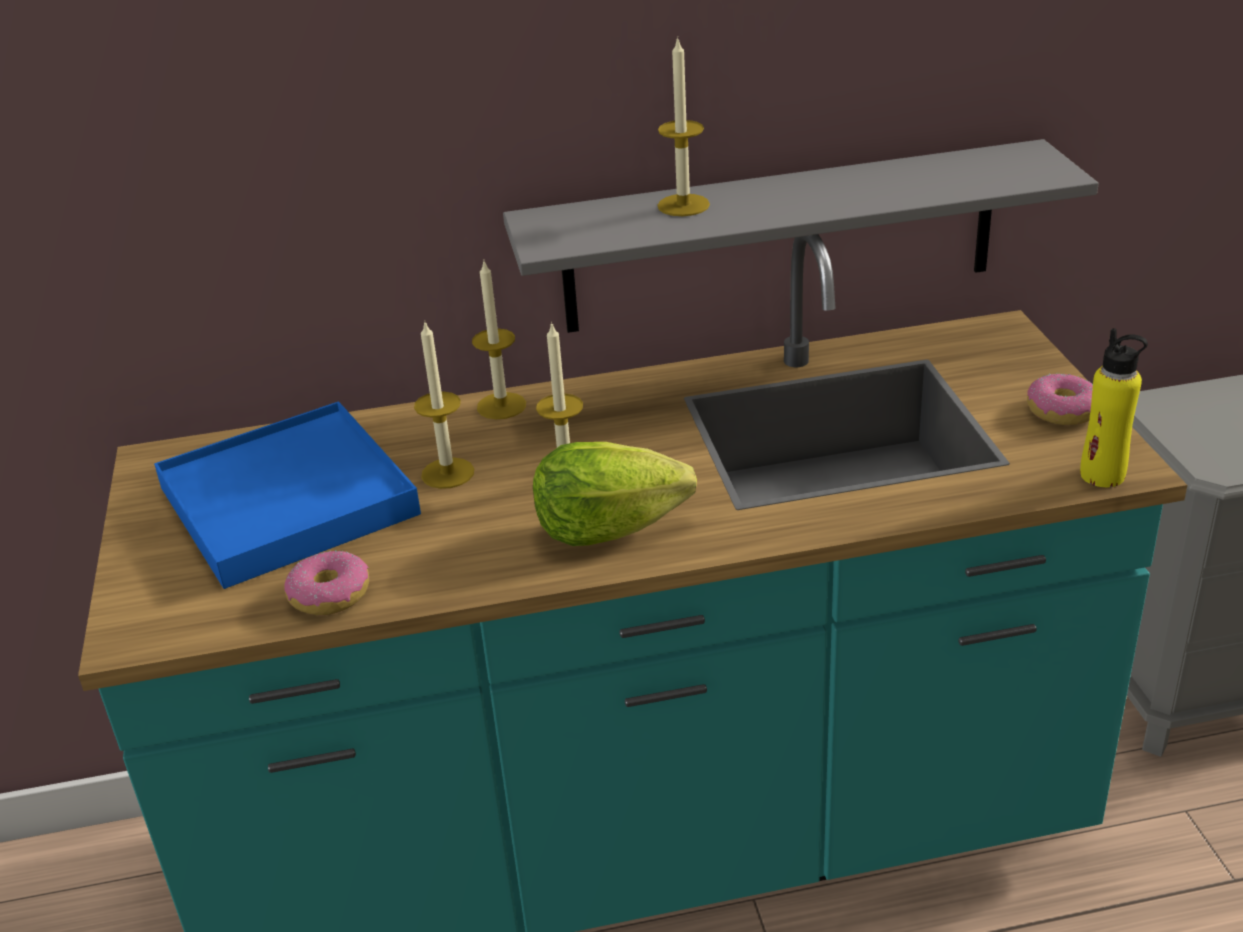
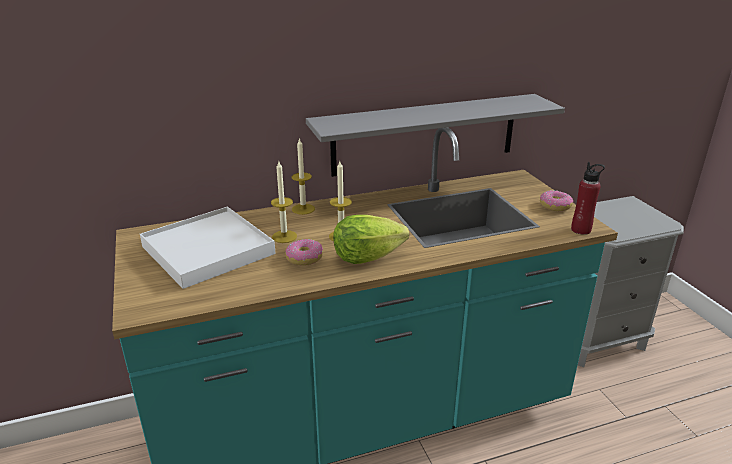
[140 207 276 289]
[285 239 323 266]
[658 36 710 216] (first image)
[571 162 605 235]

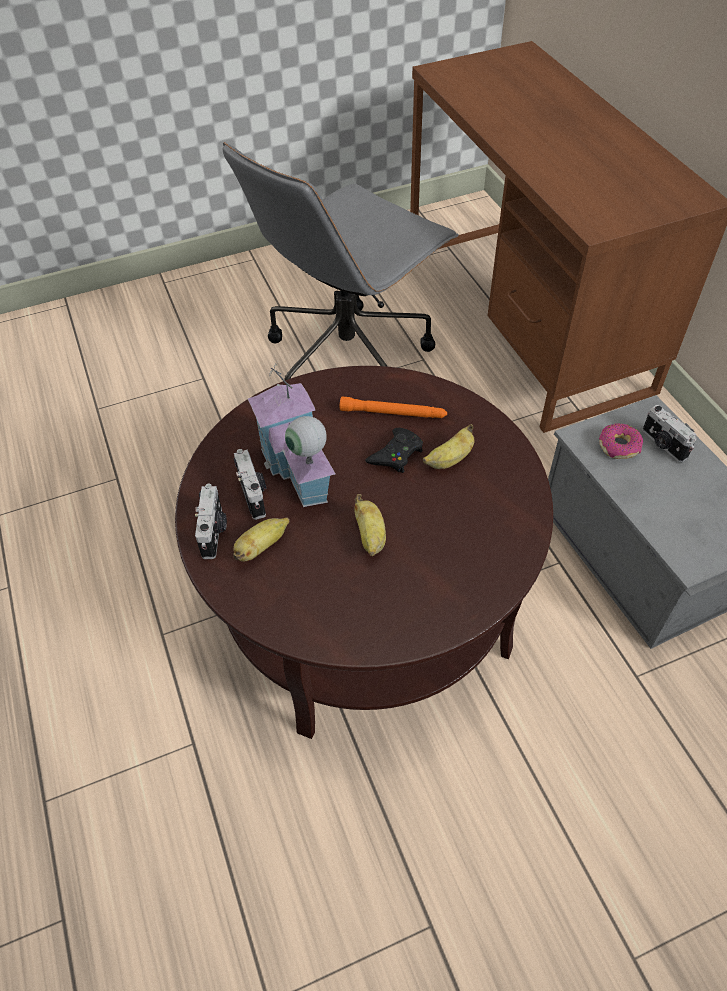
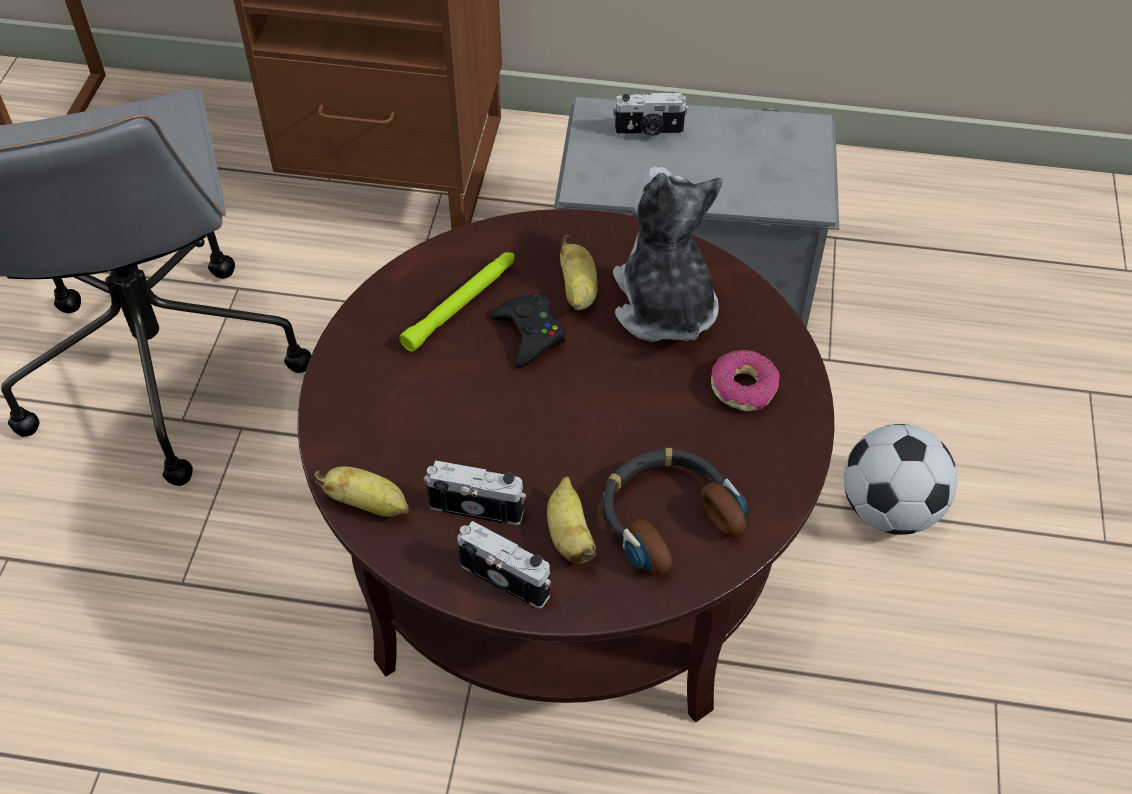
[248 362 335 507] (first image)
[399 252 514 351]
[314 466 408 517]
[711 350 780 411]
[602 448 748 575]
[613 166 723 342]
[843 424 957 535]

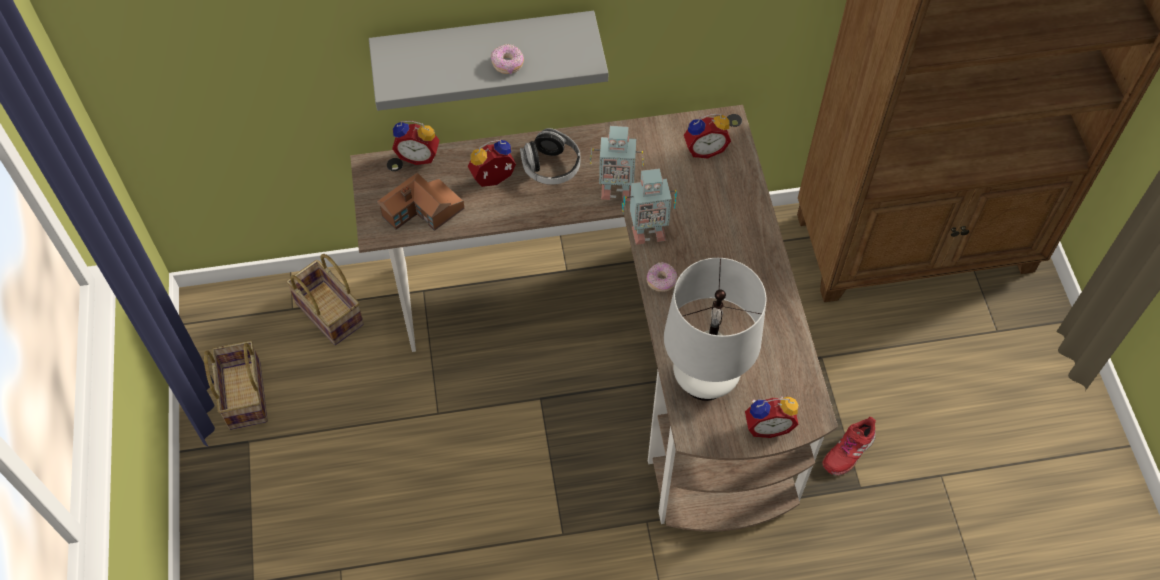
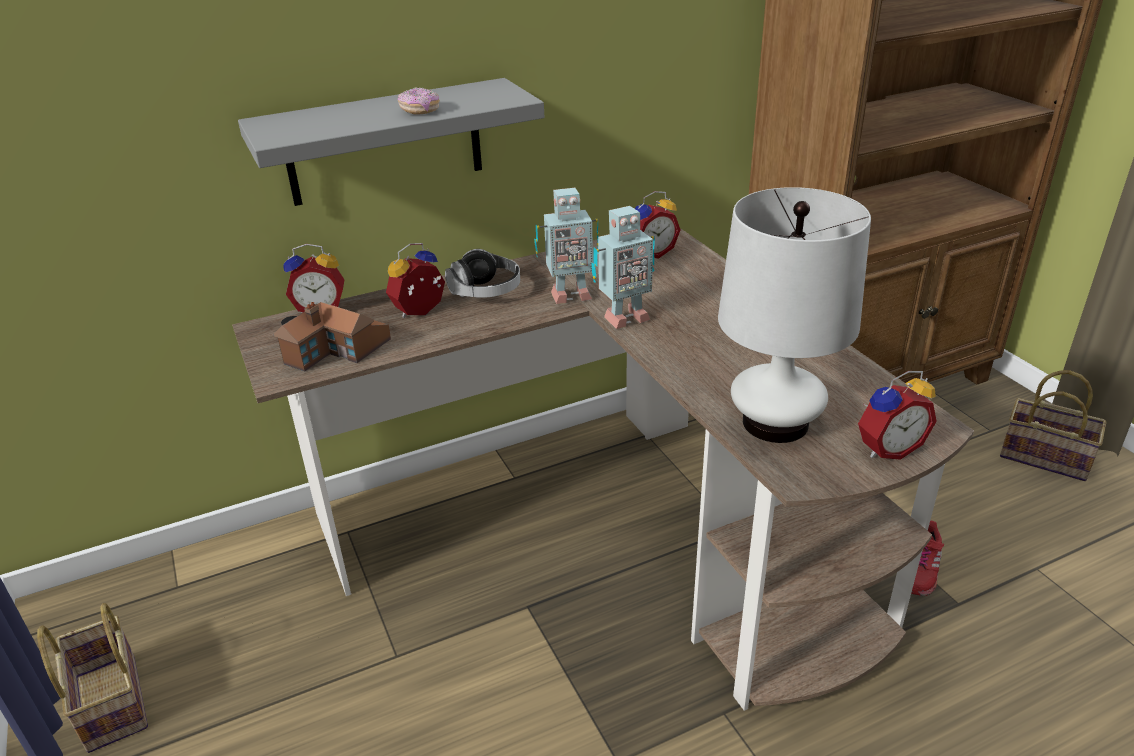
[1000 370 1107 481]
[647 262 677 292] (first image)

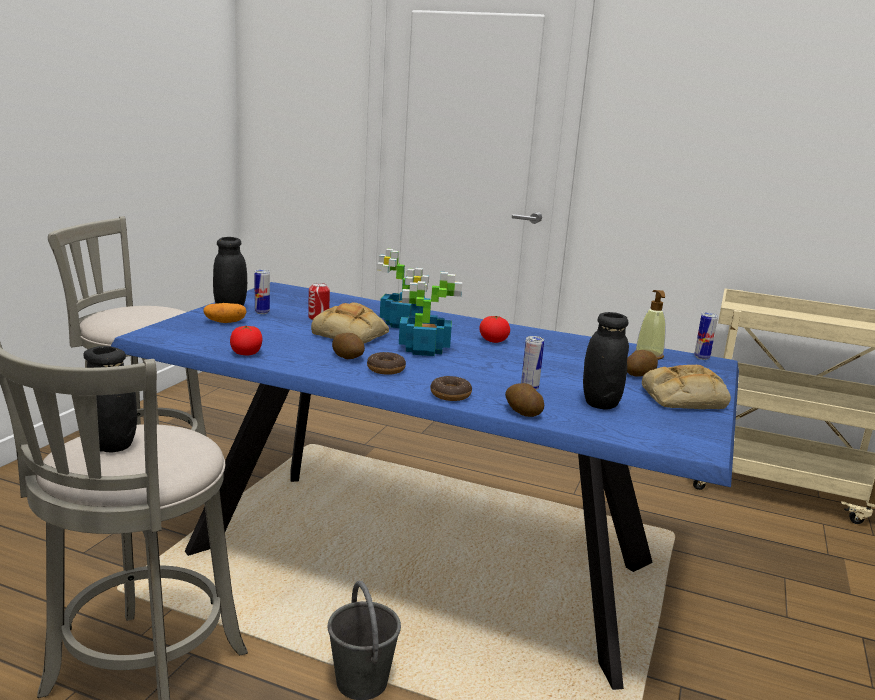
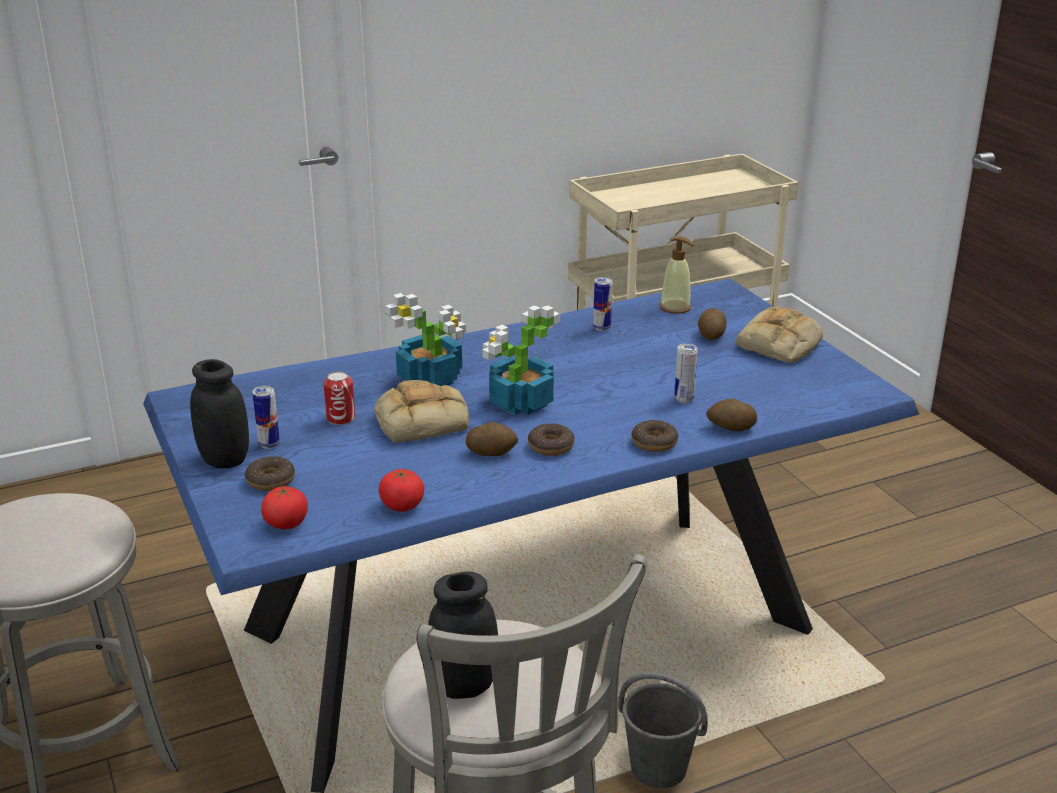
[245 456 295 491]
[261 485 308 529]
[583 312 629 410] (first image)
[593 277 612 331]

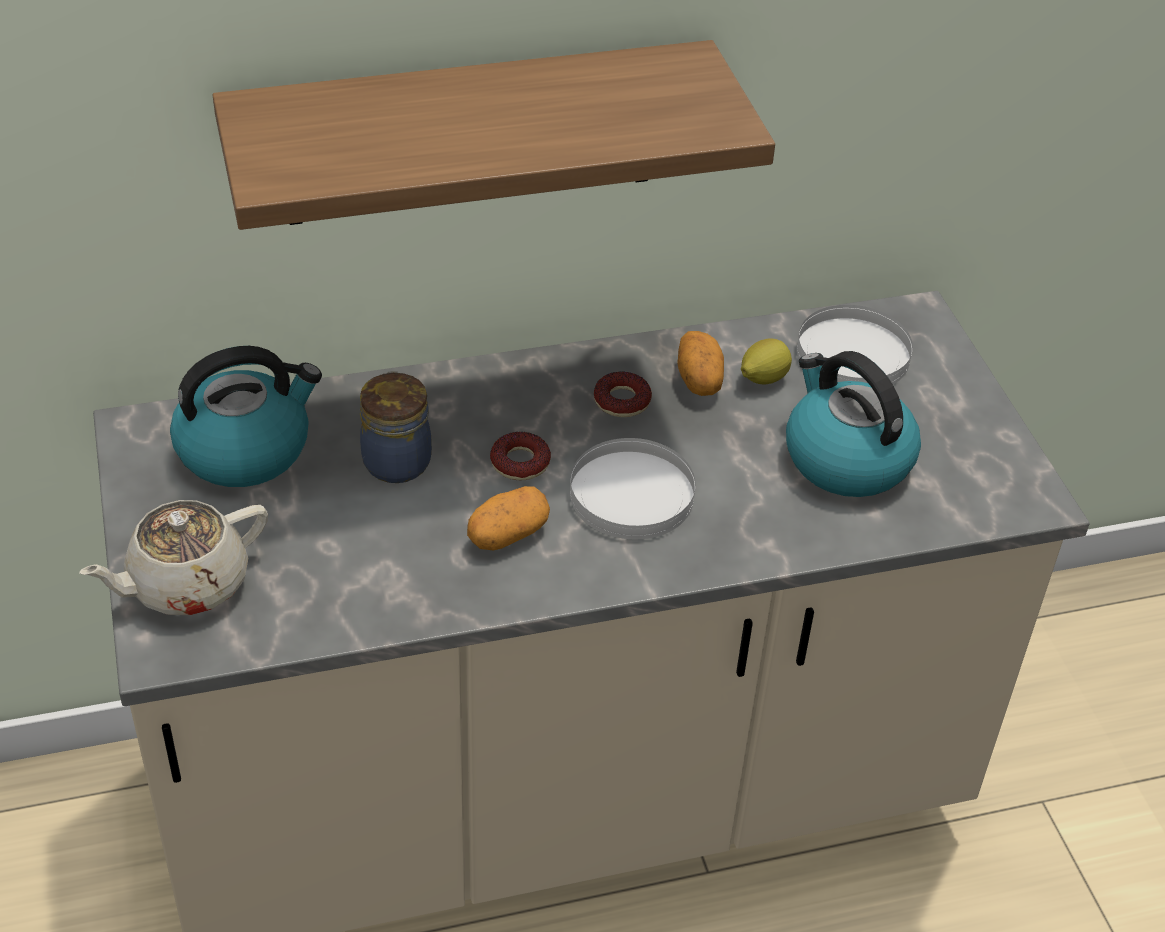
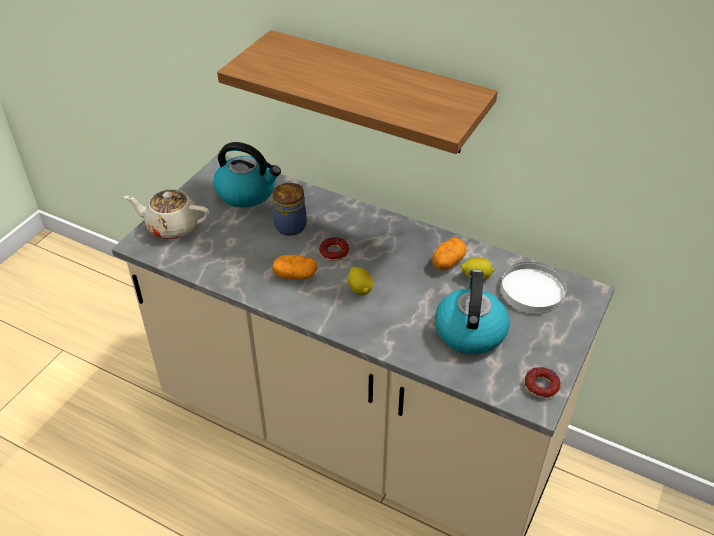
[348 267 373 295]
[525 367 561 398]

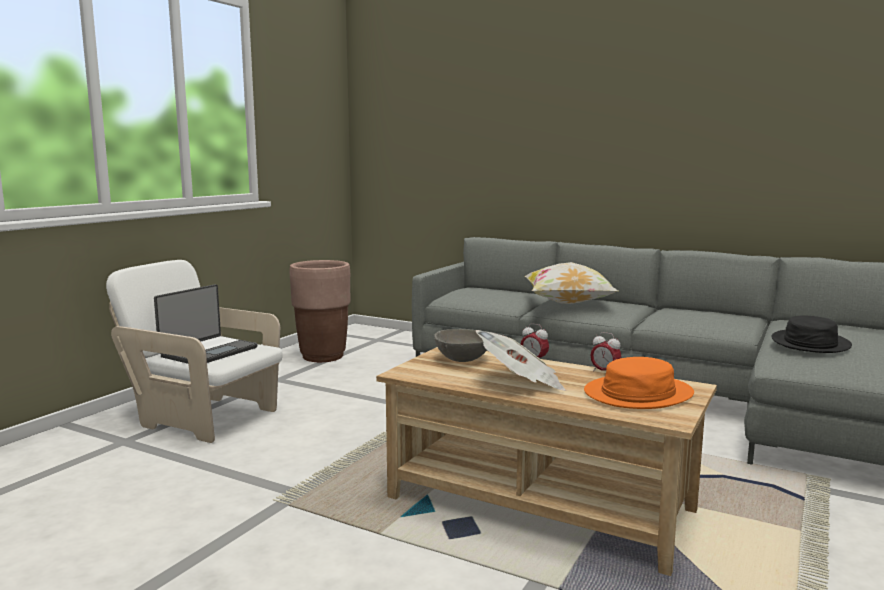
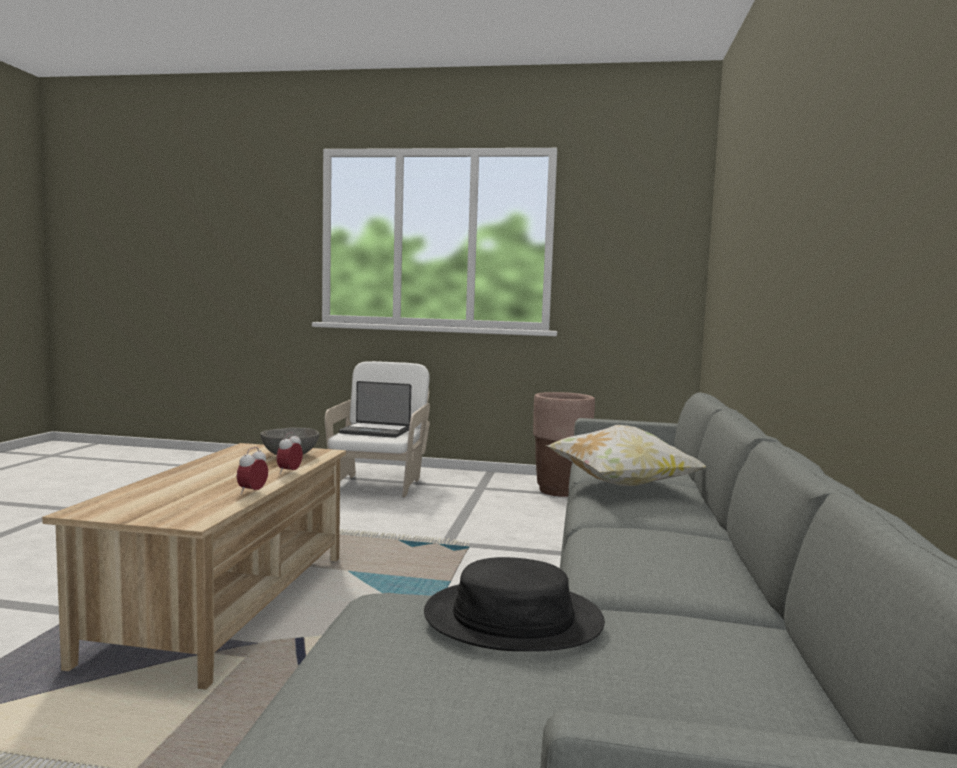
[476 330 566 391] (first image)
[584 357 694 409] (first image)

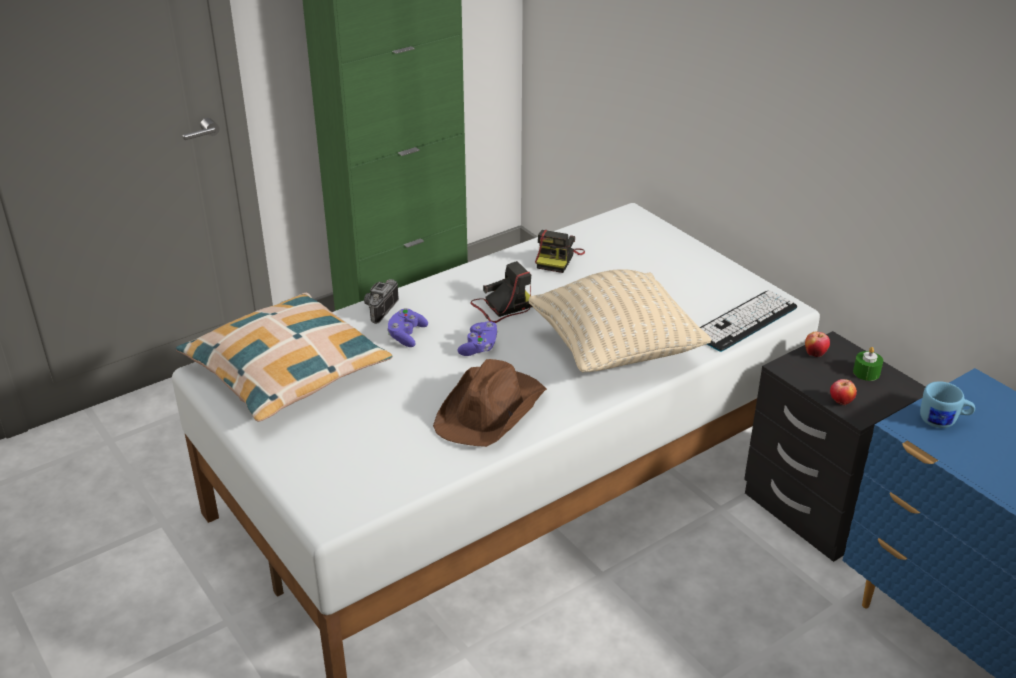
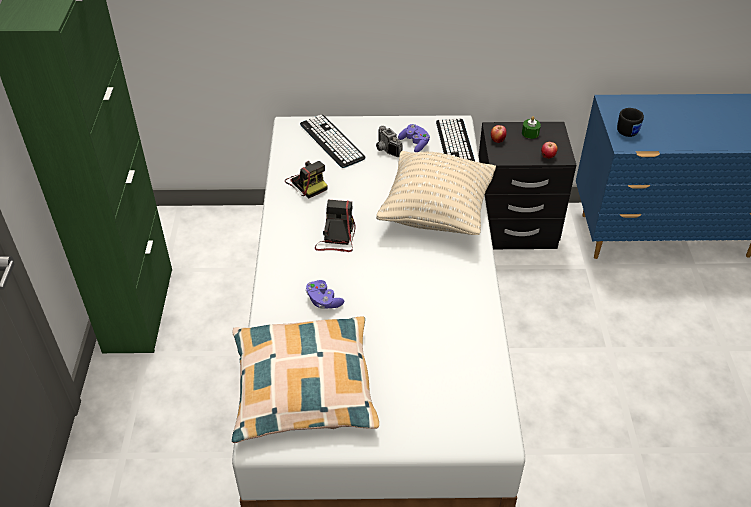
[376 126 402 157]
[433 359 547 447] (first image)
[398 124 430 152]
[617 108 644 137]
[300 115 366 168]

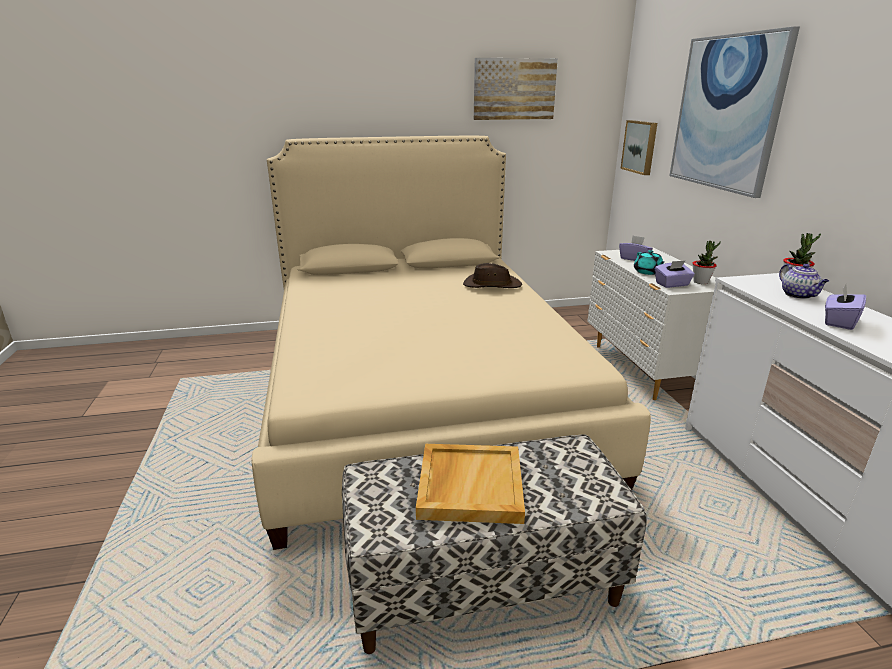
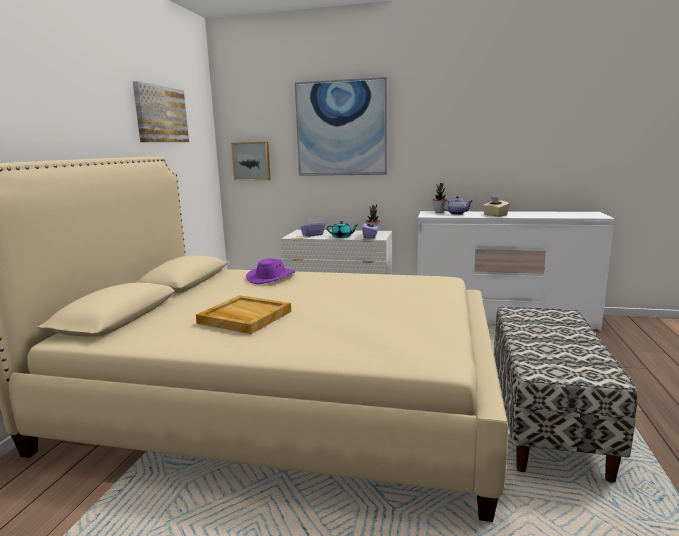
[196 295 291 334]
[246 259 295 284]
[482 197 510 217]

